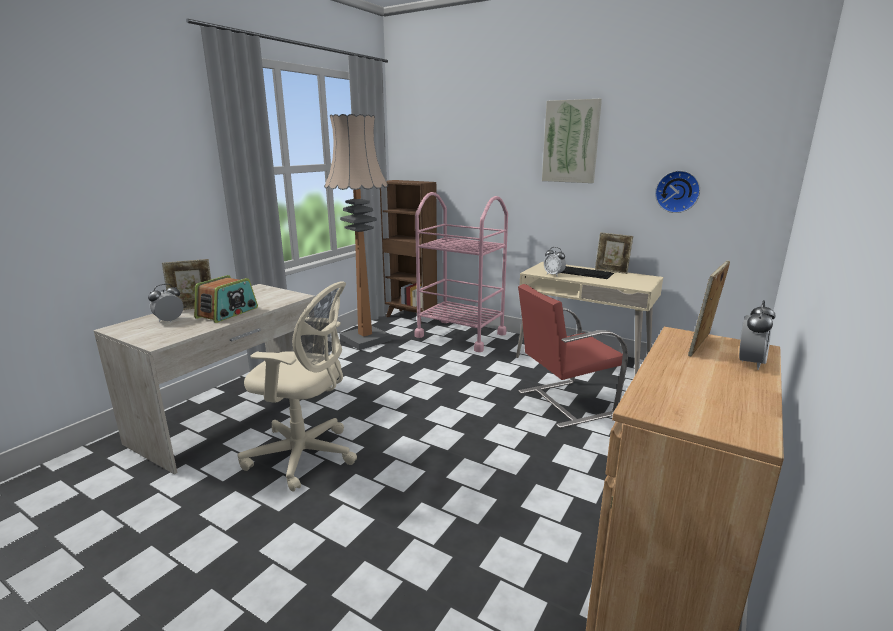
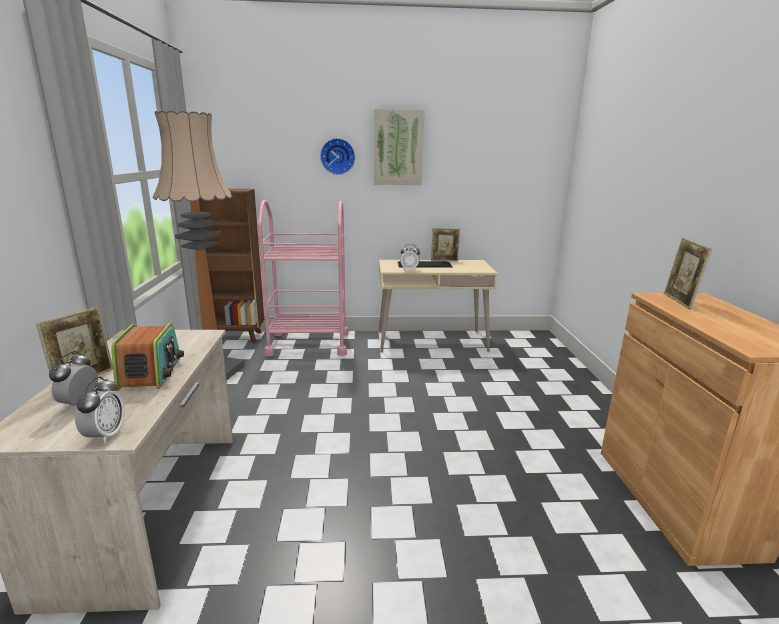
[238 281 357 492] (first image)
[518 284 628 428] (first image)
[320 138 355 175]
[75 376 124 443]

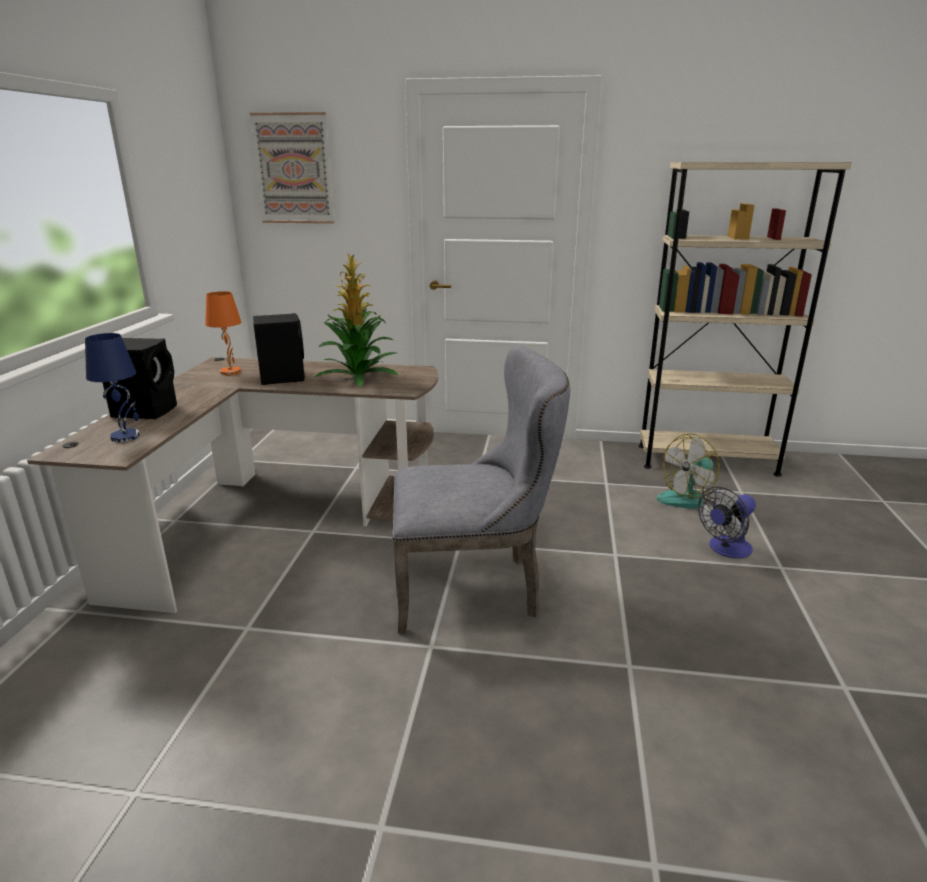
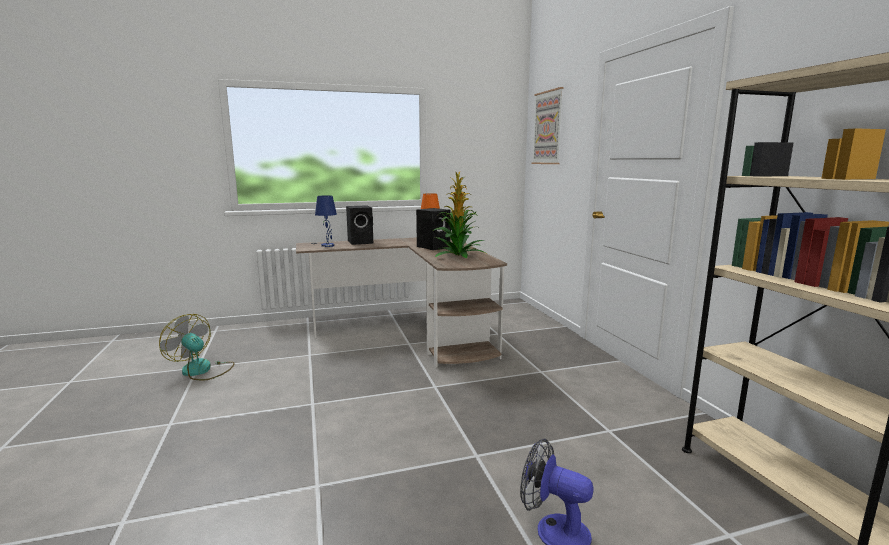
[392 346 570 634] (first image)
[159 314 235 381]

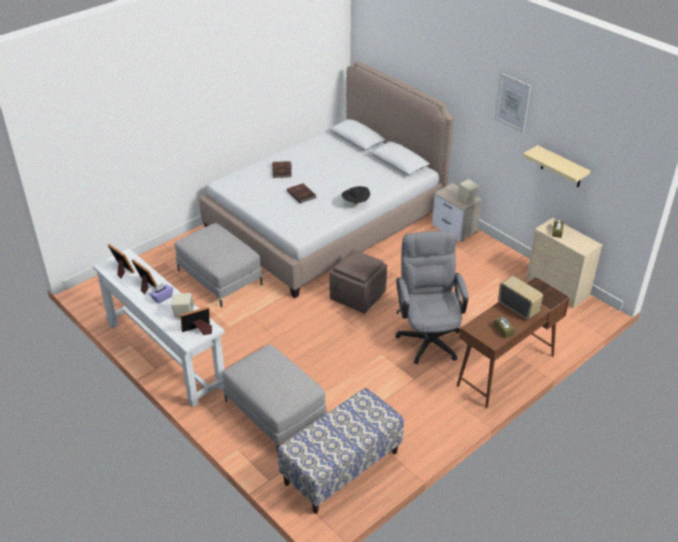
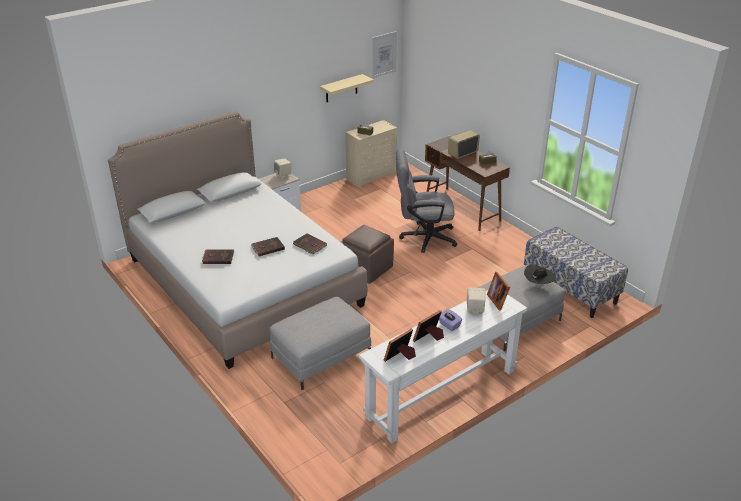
[524 265 556 288]
[372 31 397 78]
[293 234 327 254]

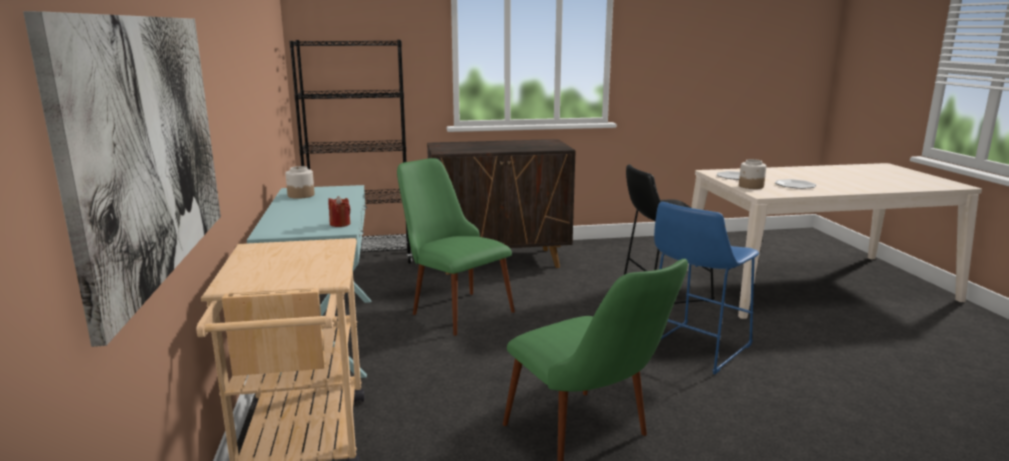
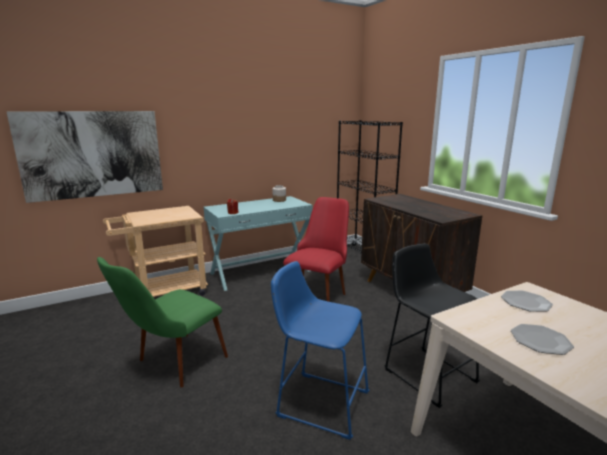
[283 197 349 302]
[739 159 767 189] (first image)

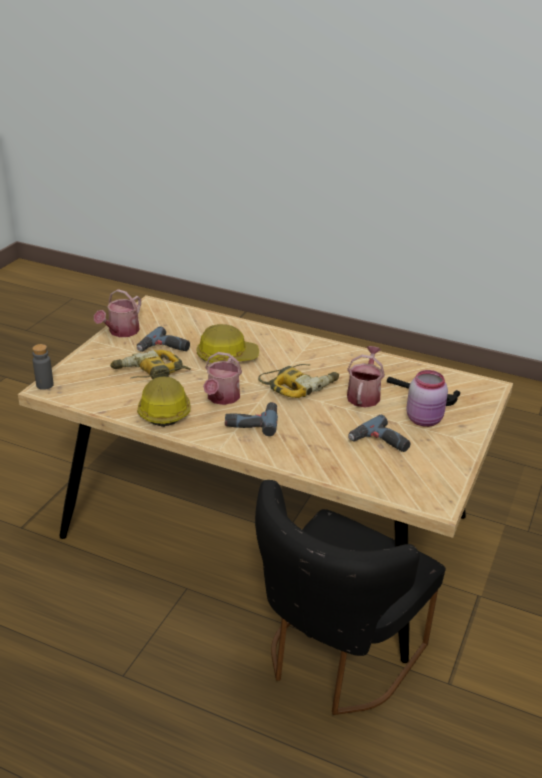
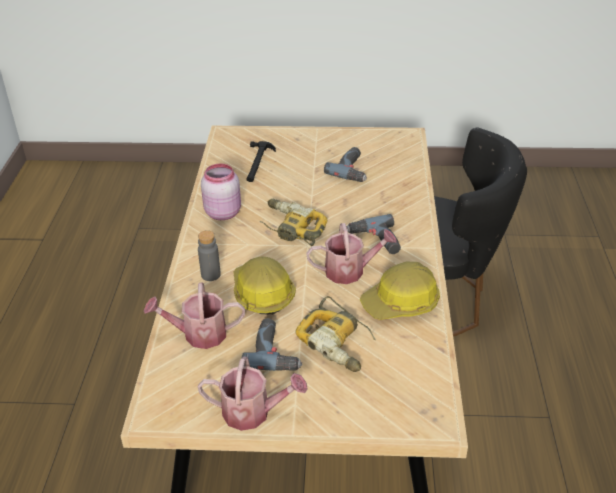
[198 230 221 281]
[144 283 245 349]
[201 164 241 220]

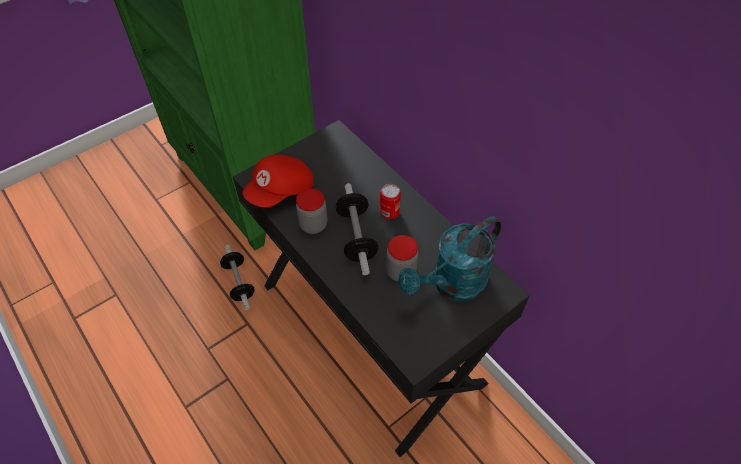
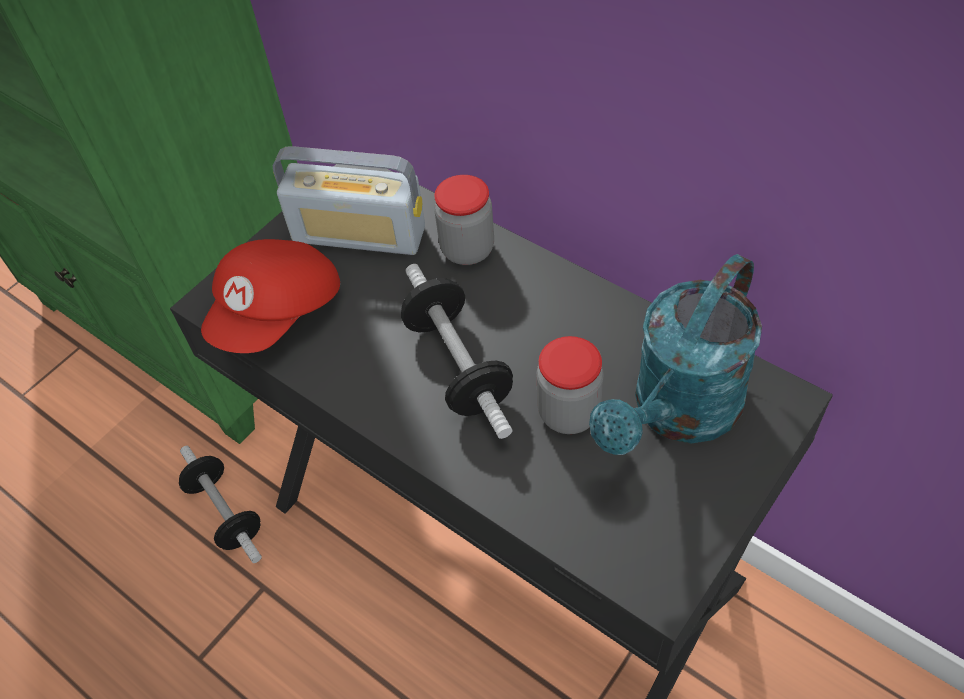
[434 175 494 265]
[380 184 401 219] (first image)
[273 146 425 255]

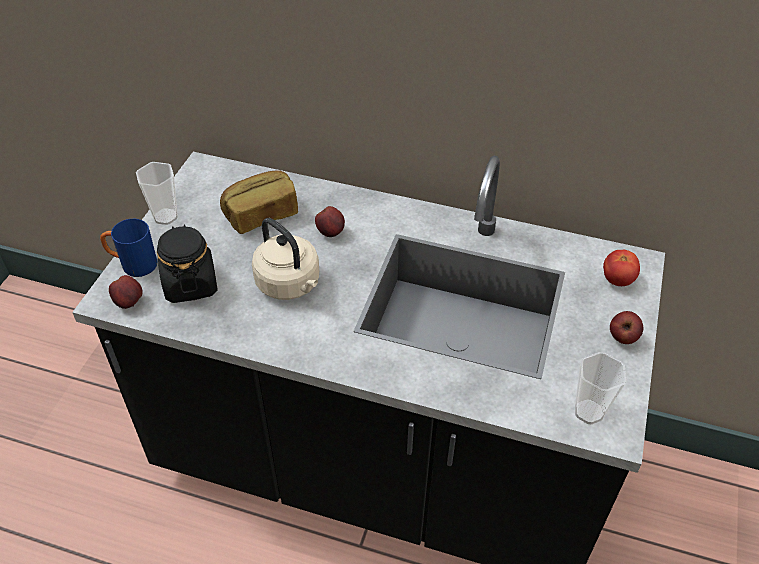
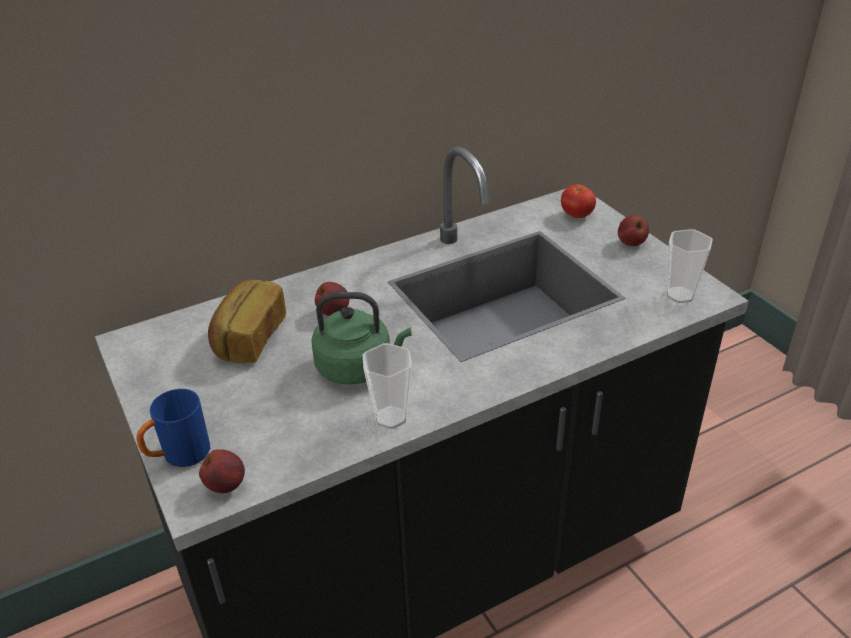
[363 343 412 429]
[157 224 218 303] (first image)
[311 292 412 385]

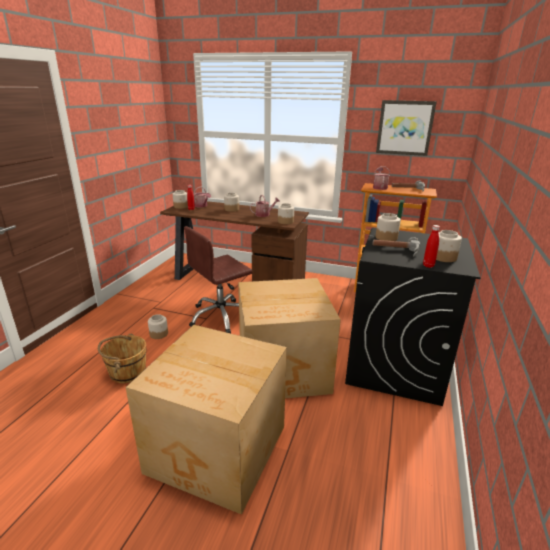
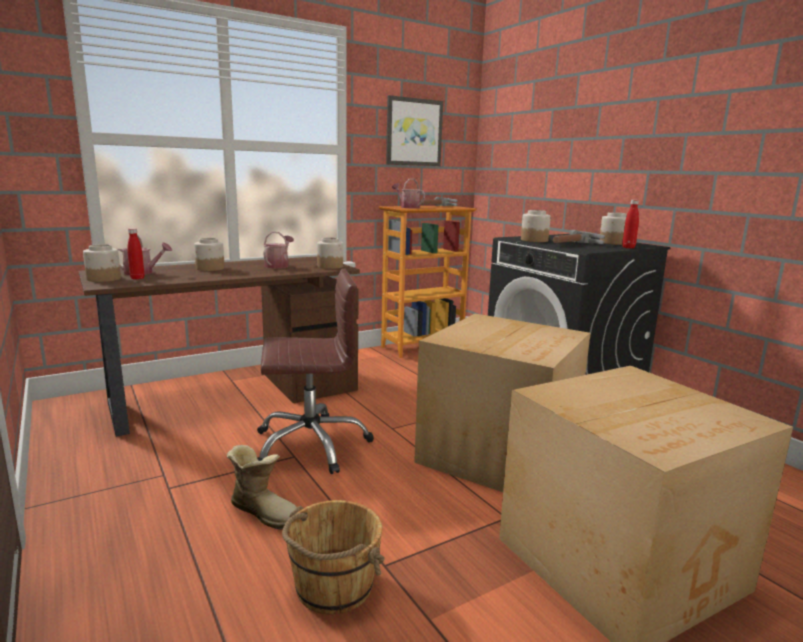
[227 445 296 530]
[257 269 374 474]

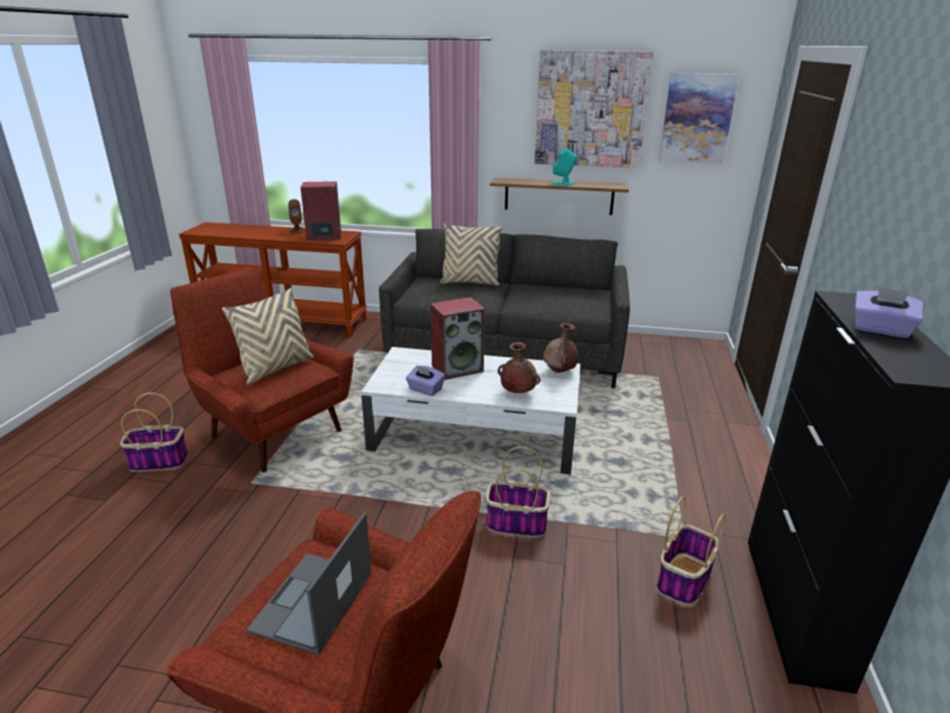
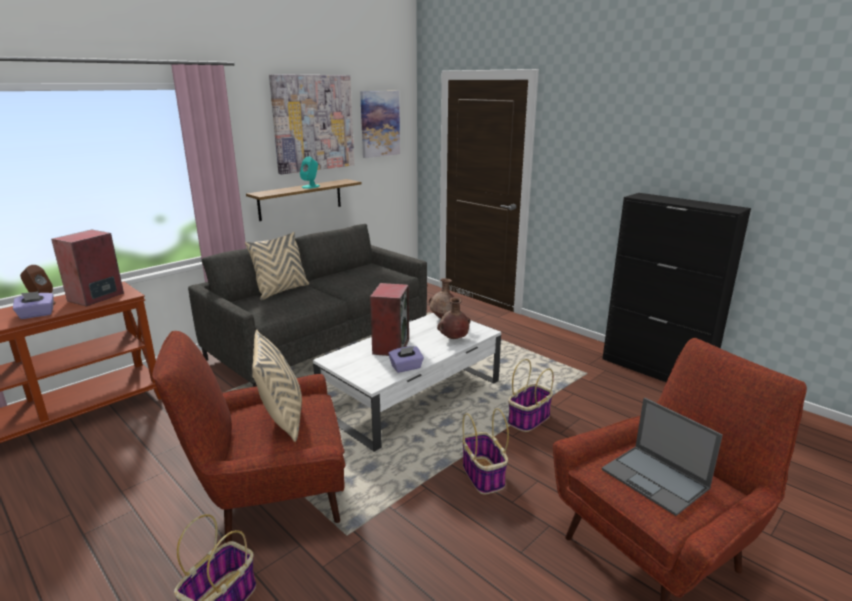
[462 408 509 494]
[13 291 54 319]

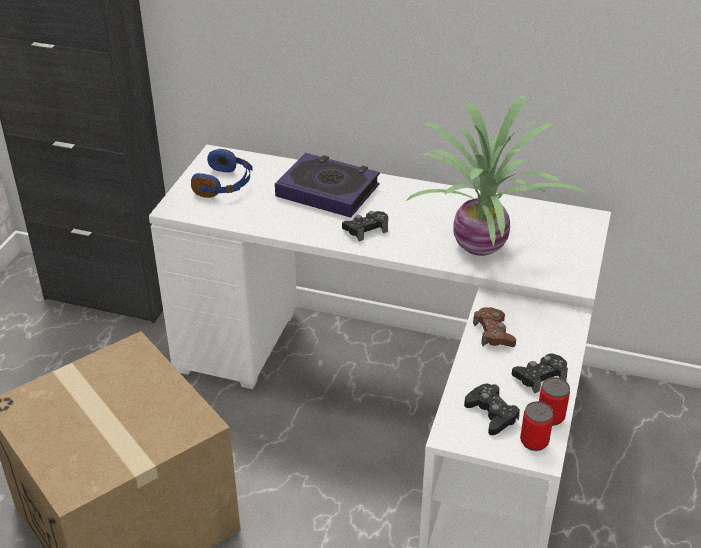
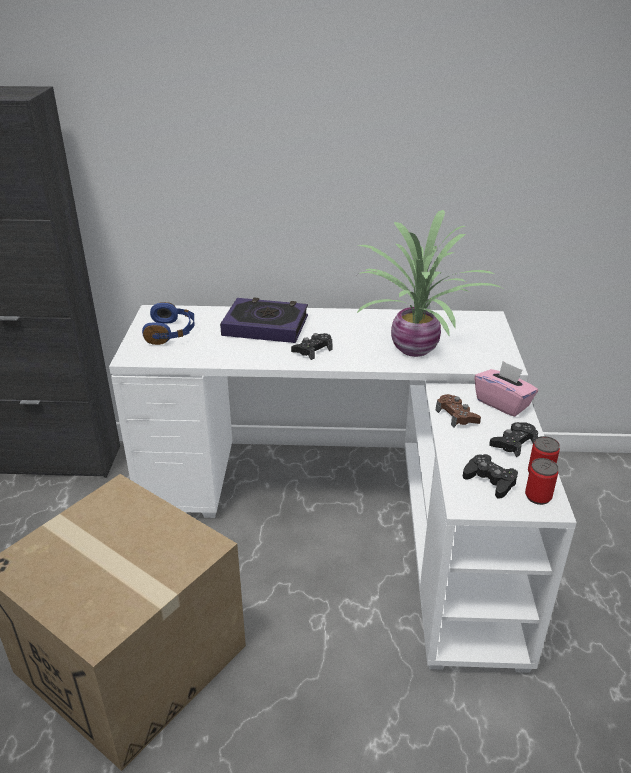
[474 361 538 417]

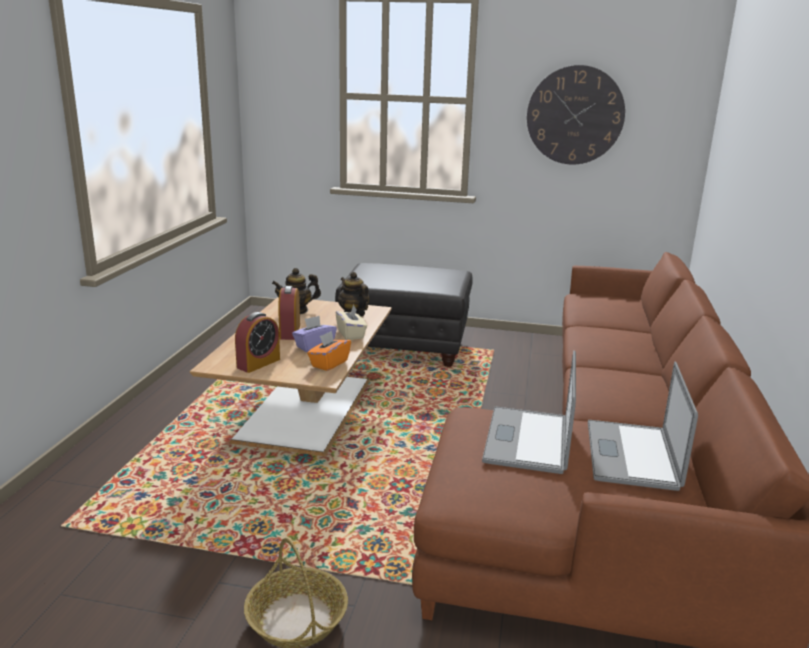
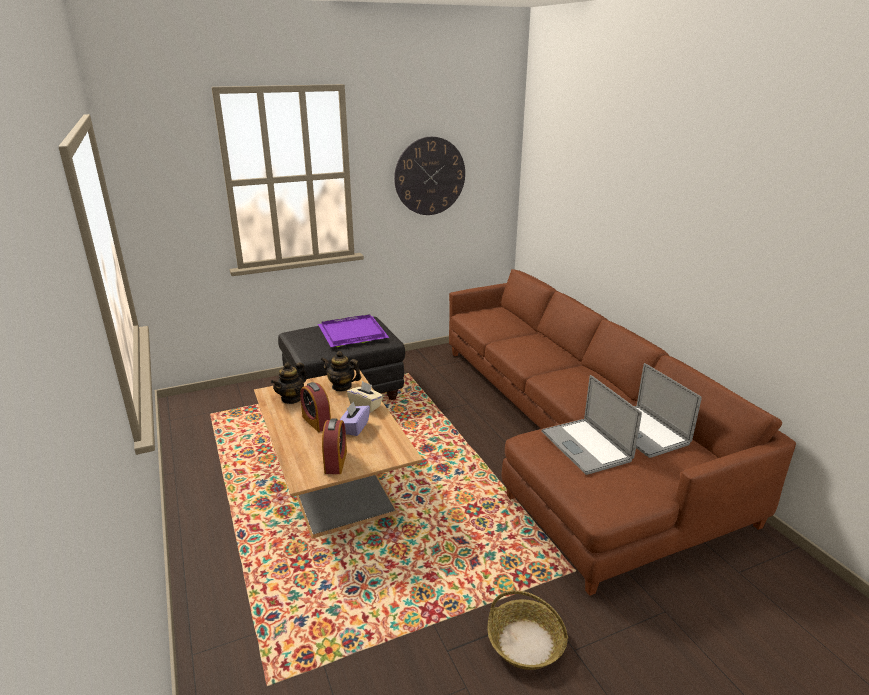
[307 331 351 371] (first image)
[318 314 389 347]

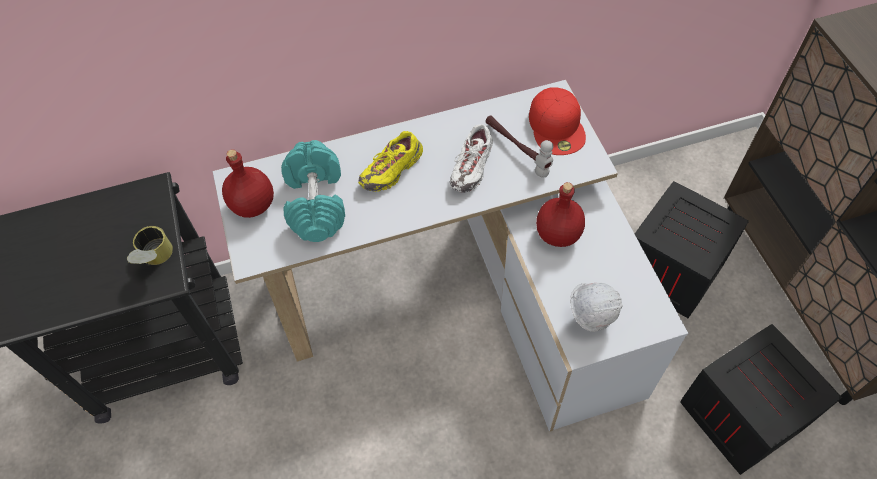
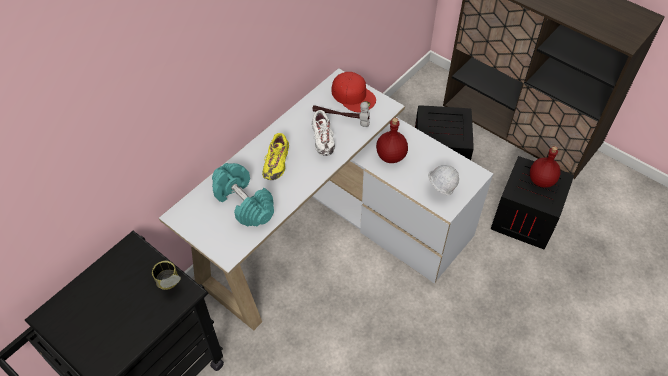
[530 146 560 188]

